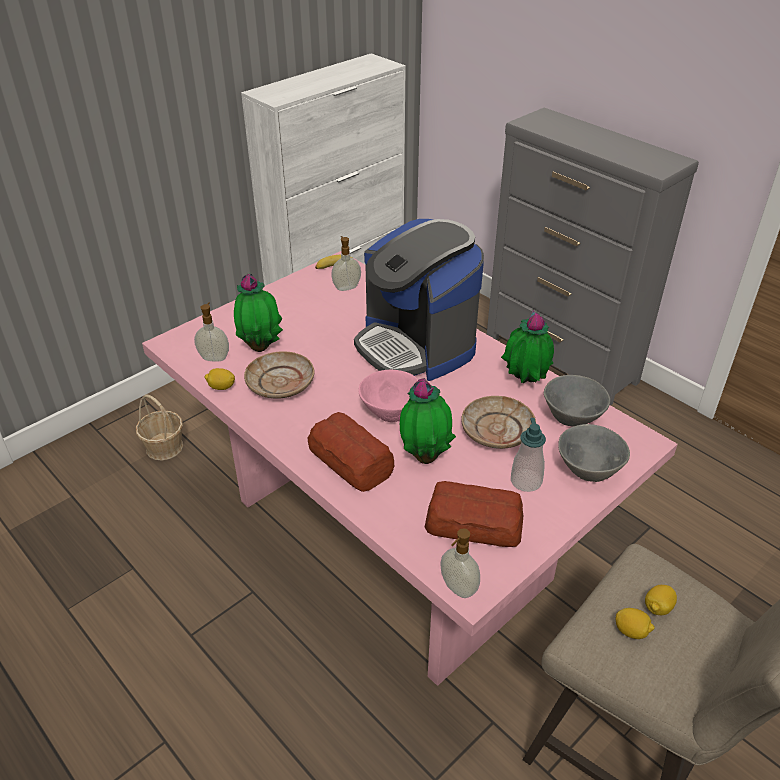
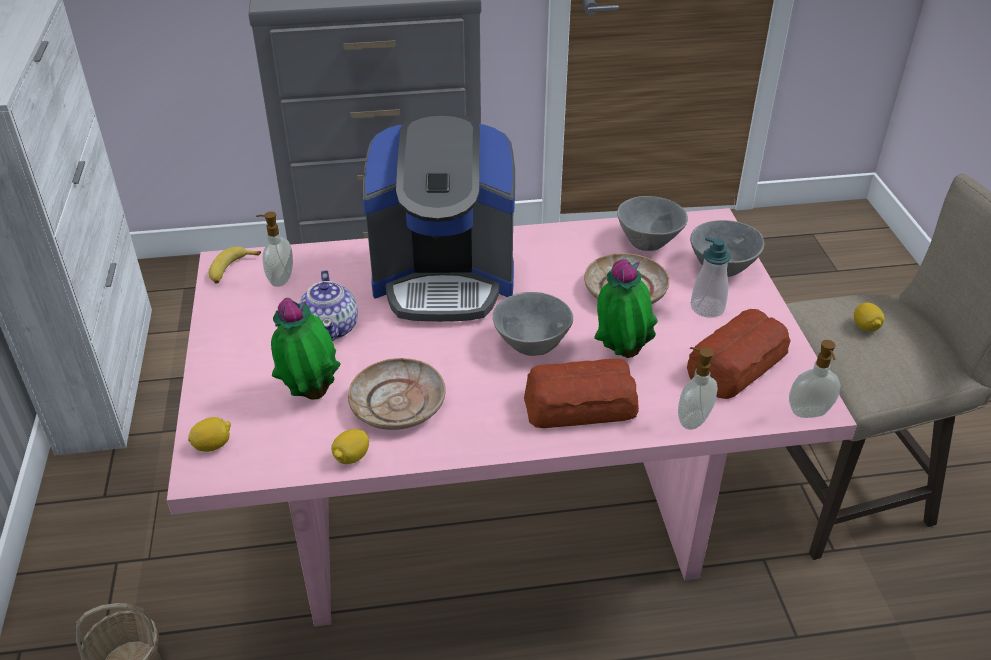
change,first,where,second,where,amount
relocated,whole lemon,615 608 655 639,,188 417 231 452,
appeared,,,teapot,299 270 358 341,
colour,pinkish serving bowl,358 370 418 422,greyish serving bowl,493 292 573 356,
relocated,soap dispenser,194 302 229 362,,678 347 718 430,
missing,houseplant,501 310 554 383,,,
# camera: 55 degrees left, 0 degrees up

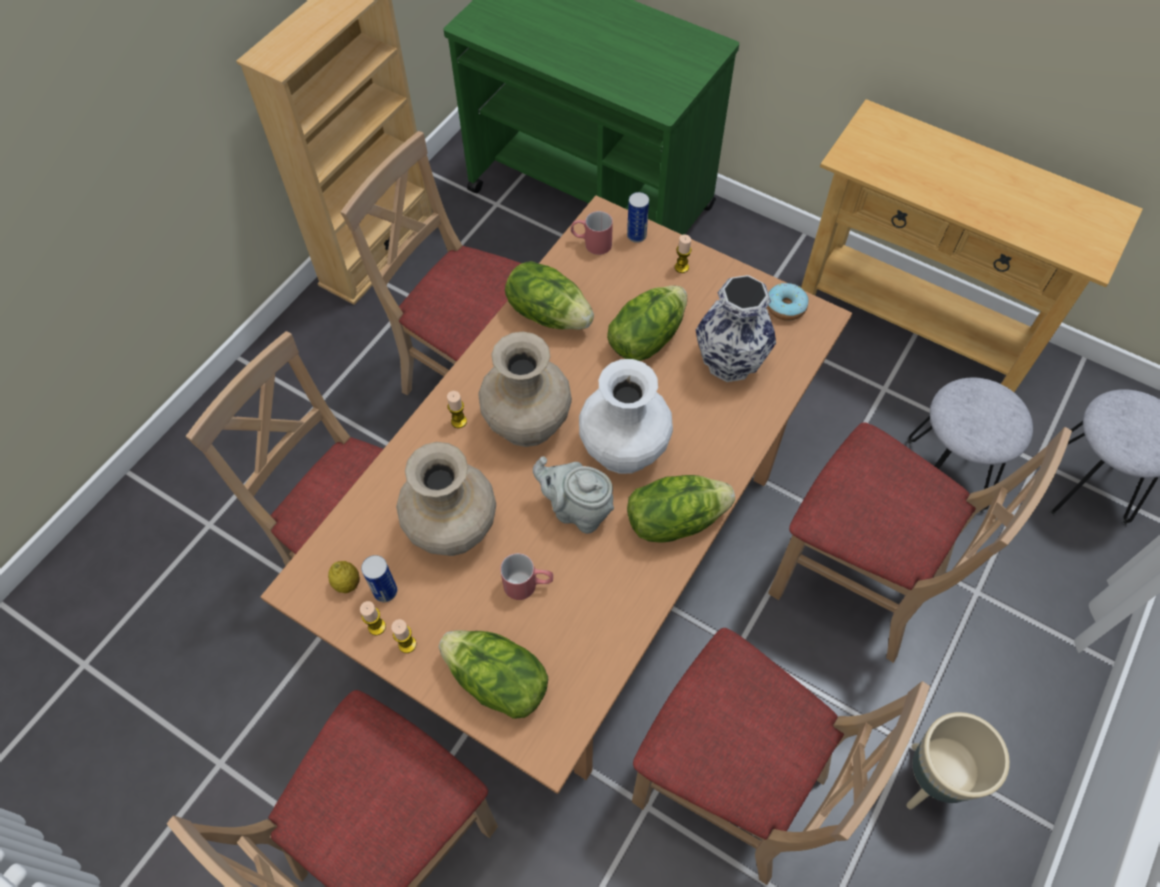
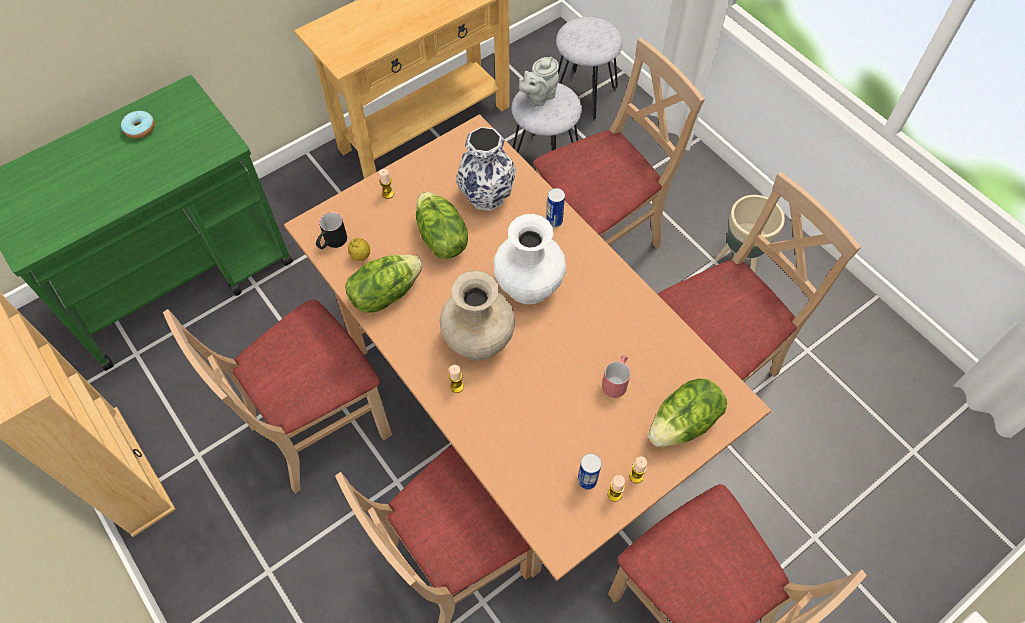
change,first,where,second,where,amount
relocated,ring doughnut,767 283 808 321,,121 111 155 139,
colour,red-coloured tea mug,571 211 613 255,black-coloured tea mug,316 212 347 249,
relocated,whole lemon,328 561 360 593,,348 238 370 261,
relocated,greyish teapot,533 456 614 534,,519 57 559 106,
relocated,sealed can,627 192 649 243,,546 188 565 228,
missing,beige-coloured decorative vase,396 442 496 556,,,
missing,lettuce head,627 475 735 543,,,
# camera: 70 degrees left, 0 degrees up

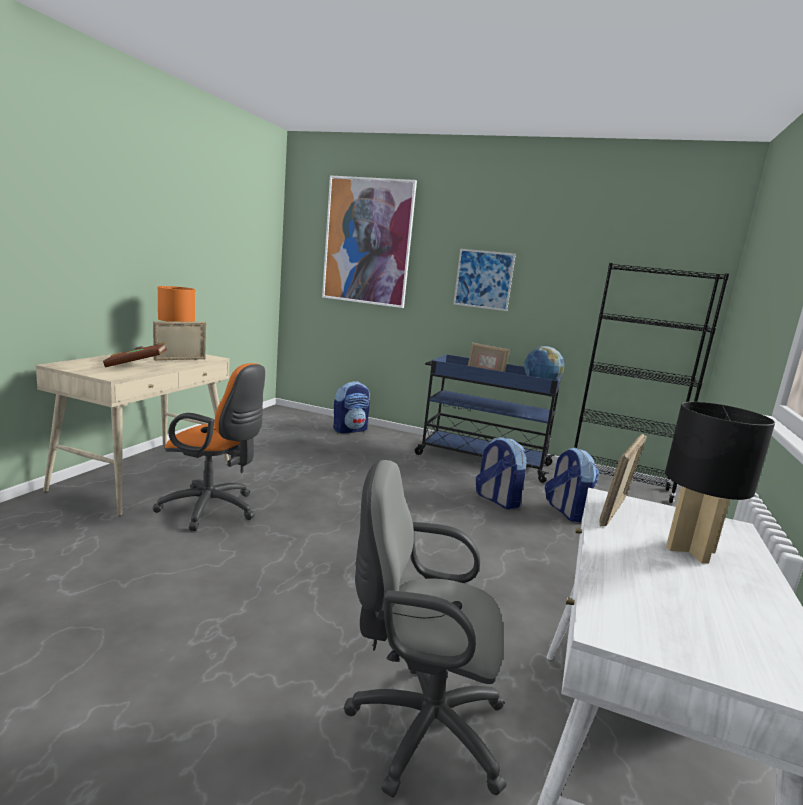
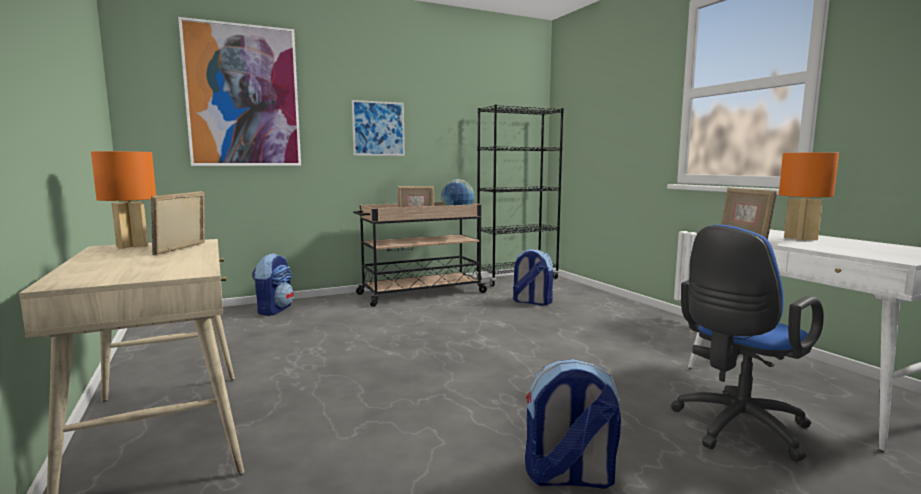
change,first,where,second,where,amount
colour,blue-coloured cart,415 354 561 483,beige-coloured cart,353 202 488 307,
relocated,backpack,476 437 526 509,,525 359 621 489,
colour,greyish desk chair,343 459 507 797,blue-coloured desk chair,671 225 824 462,
colour,black-coloured tabletop lamp,665 402 775 563,orangey tabletop lamp,779 152 839 241,
missing,brown-coloured volume,103 342 167 367,,,
missing,orangey desk chair,153 363 265 531,,,
# camera: 45 degrees left, 5 degrees down

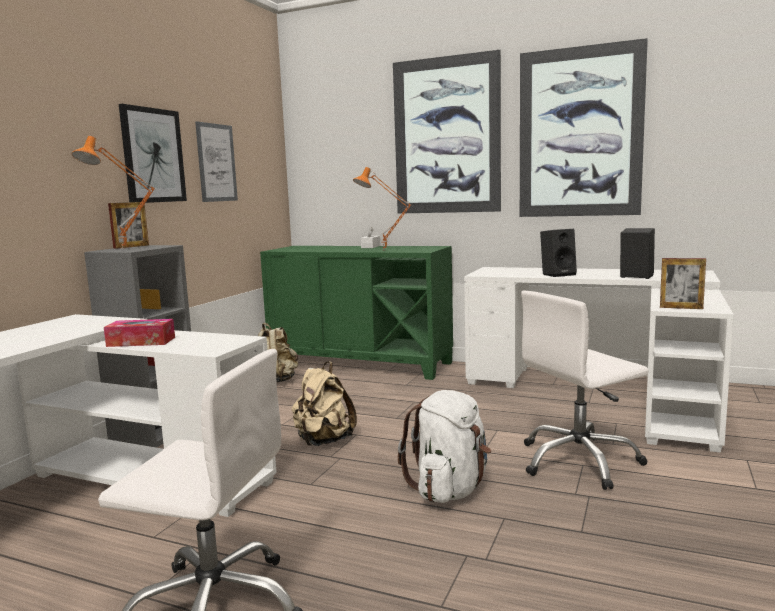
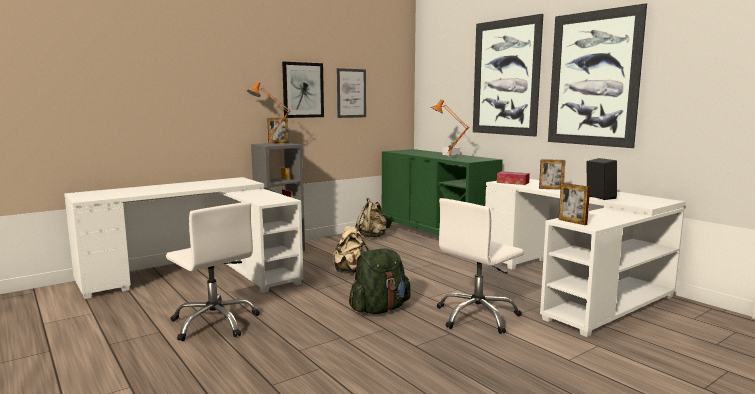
change,first,where,second,where,amount
colour,white backpack,398 390 491 503,greenish backpack,349 248 410 314,
spun,white desk chair,521 290 649 490,,437 198 524 334,45 degrees counterclockwise
relocated,tissue holder,104 319 175 347,,497 171 530 185,
exchanged,black-coloured loudspeaker,540 229 577 277,picture frame,539 159 565 190,
# camera: 30 degrees right, 0 degrees up

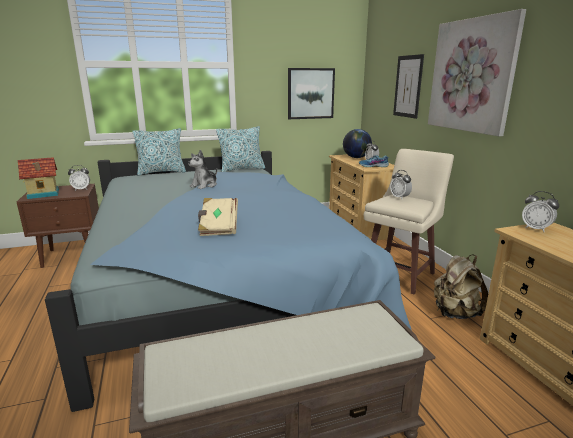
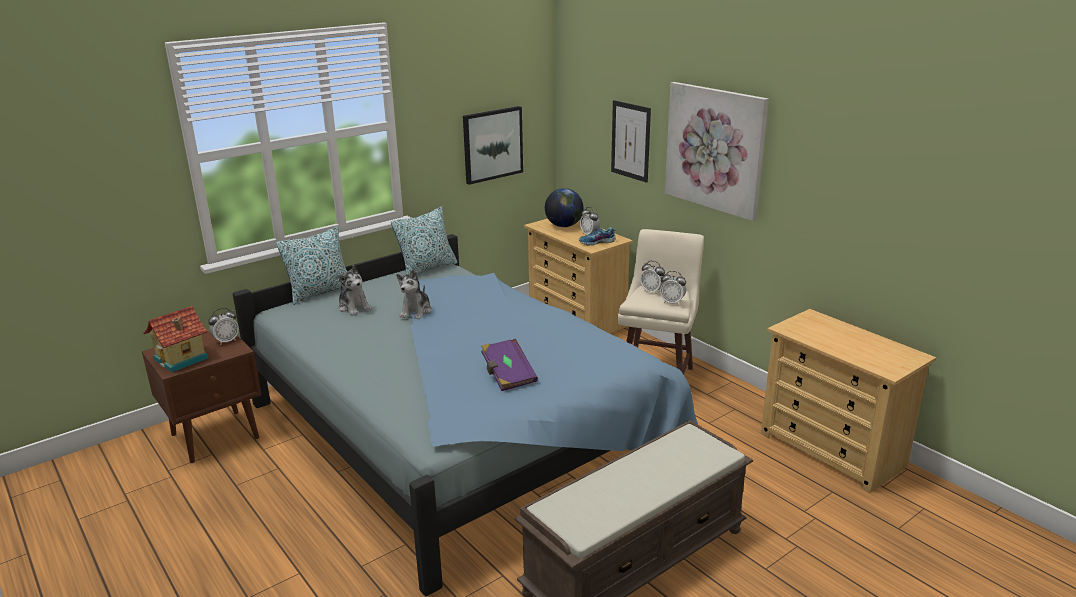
change,first,where,second,where,amount
appeared,,,plush toy,338 265 371 316,
colour,beige-coloured volume,198 198 238 236,purple volume,481 339 538 391,
relocated,alarm clock,522 191 559 232,,660 271 686 305,
missing,beige-coloured backpack,434 255 488 319,,,
# camera: 20 degrees left, 5 degrees up

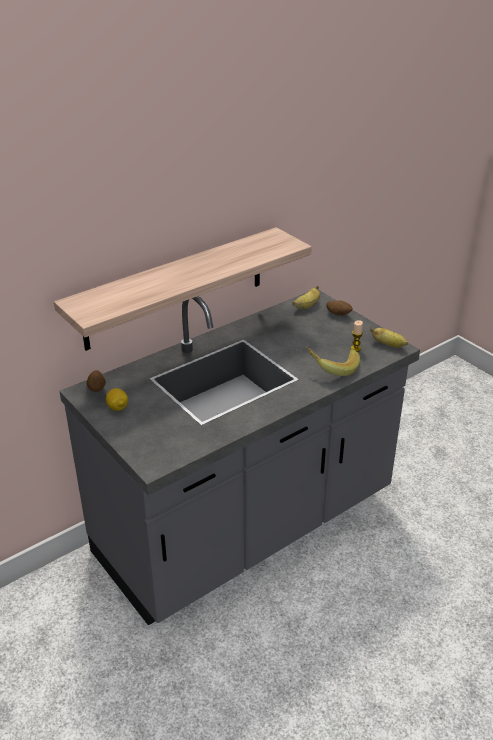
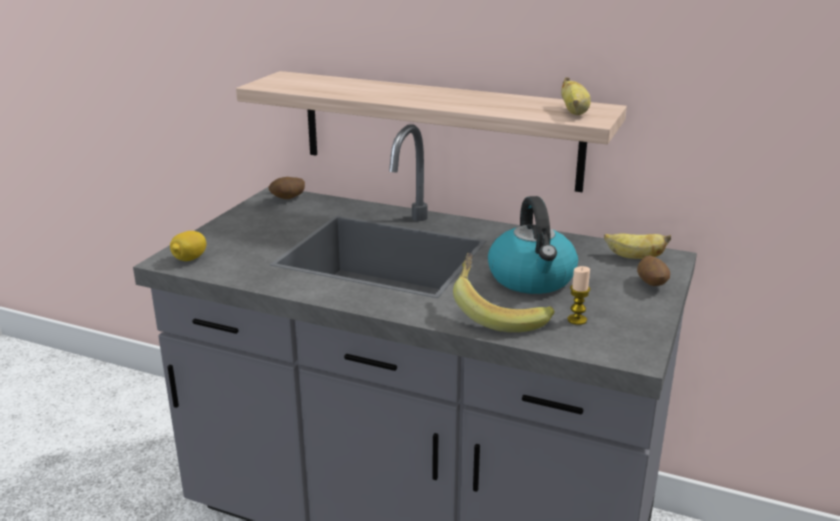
change,first,where,second,where,amount
relocated,whole lemon,106 388 128 411,,170 231 206 261,
appeared,,,kettle,488 196 578 294,
relocated,banana,370 327 408 348,,561 77 591 115,
# camera: 60 degrees right, 10 degrees down

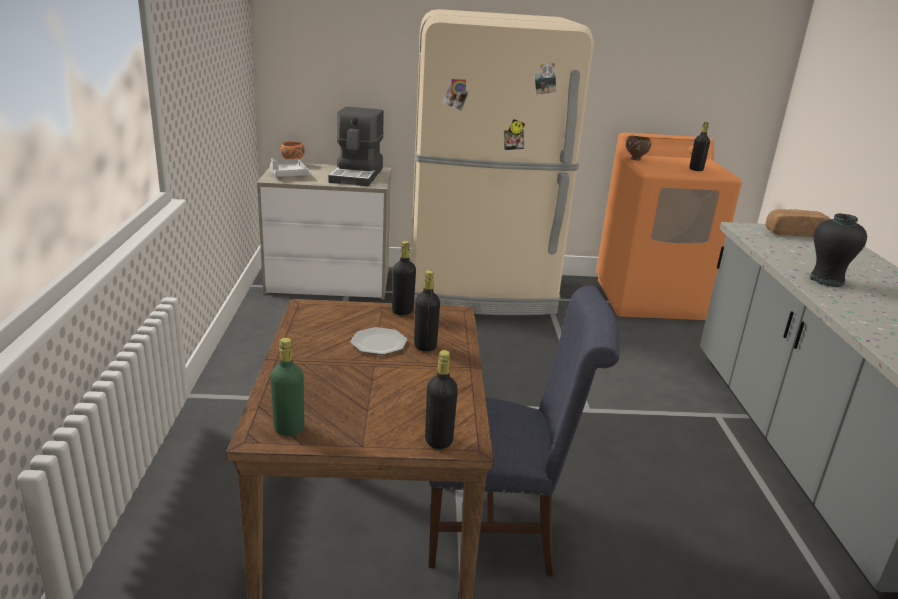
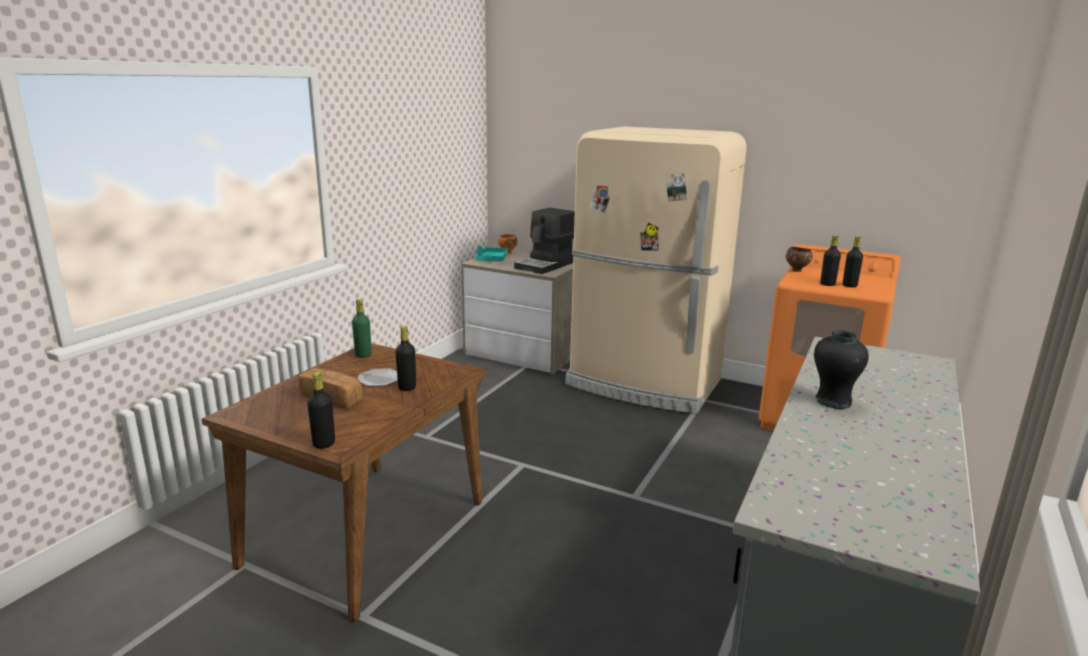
change,first,where,second,where,amount
relocated,bakery bread,766 209 830 237,,298 368 364 409,
relocated,greenish bottle,270 338 304 436,,352 299 372 358,
colour,greyish carrying tray,270 158 309 177,turquoise-coloured carrying tray,476 246 508 261,
relocated,black-coloured bottle,392 241 416 315,,820 235 841 286,
missing,blue-coloured chair,429 286 620 577,,,
# camera: 30 degrees right, 5 degrees down

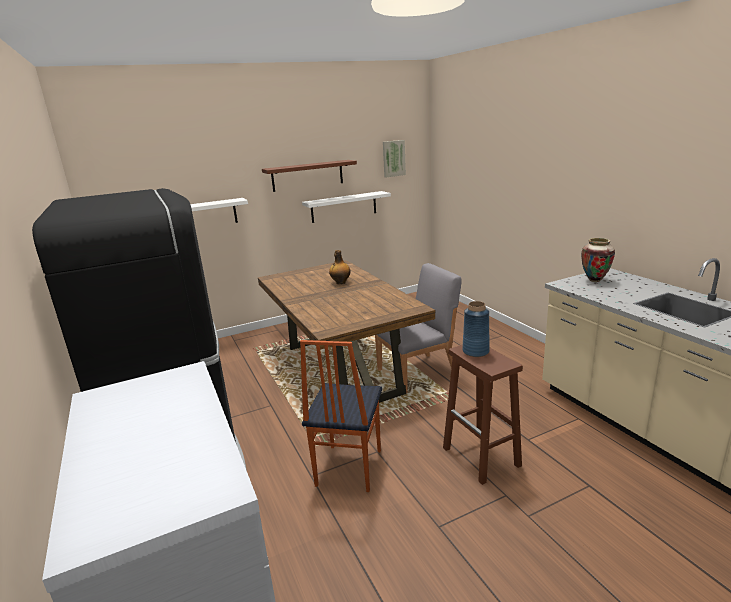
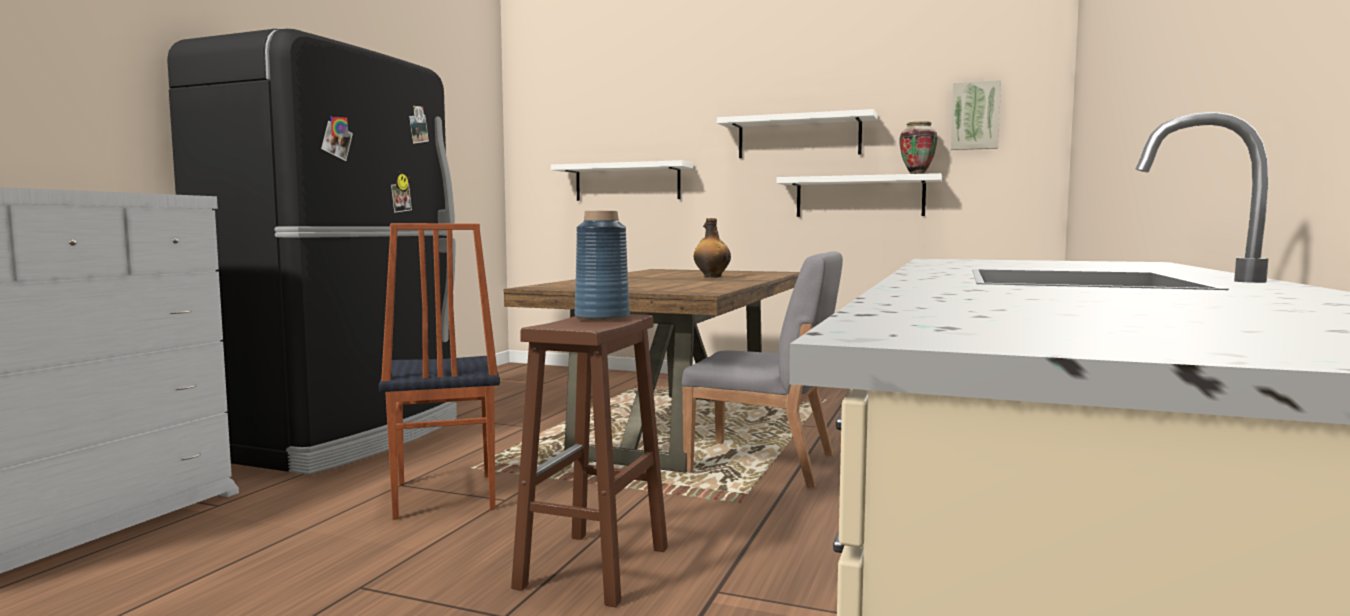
change,first,where,second,where,amount
spun,chair,300 340 382 492,,379 223 500 520,75 degrees counterclockwise
colour,brown-coloured wall shelf,262 160 357 192,white wall shelf,717 109 877 158,
relocated,decorative vase,581 238 615 282,,899 121 938 174,
# camera: 45 degrees right, 15 degrees down

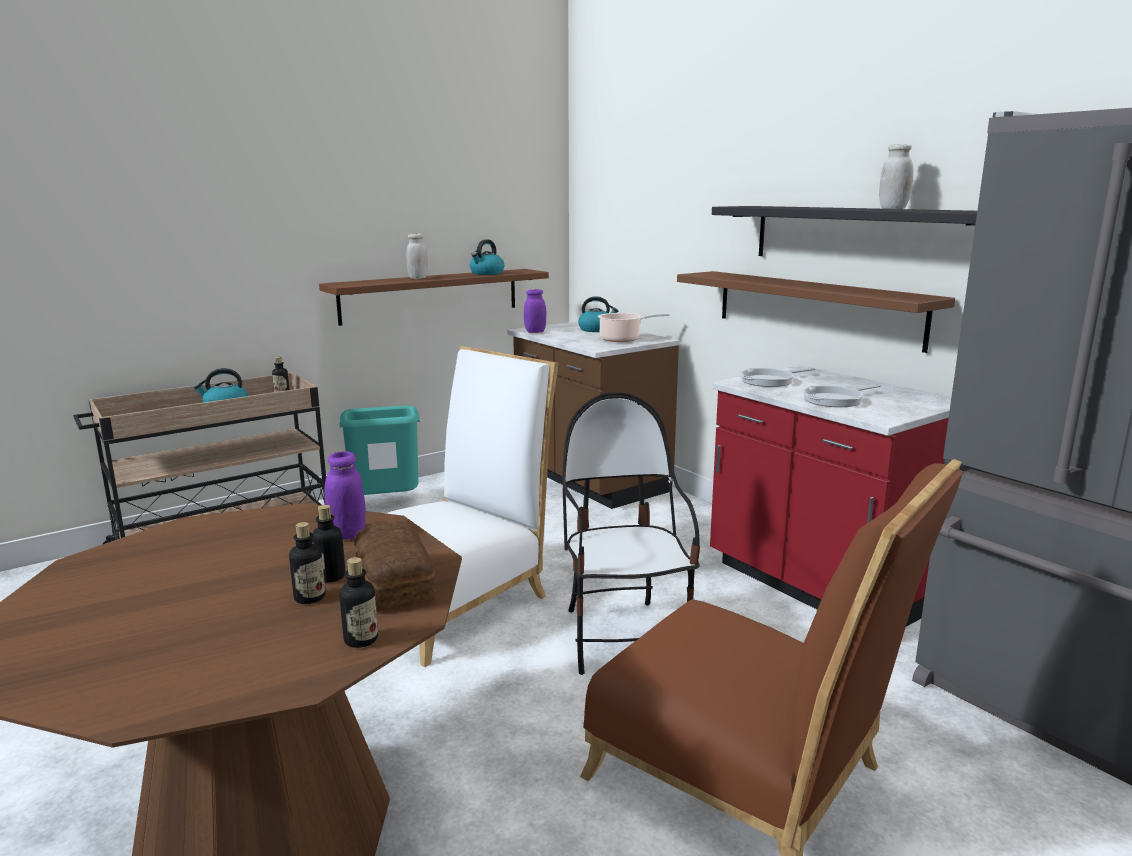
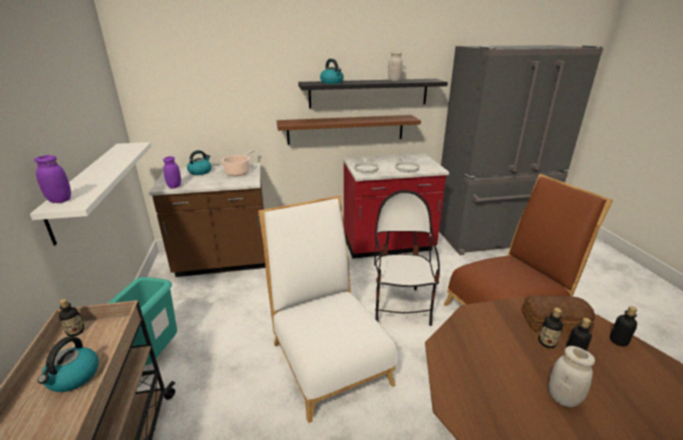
change,first,where,second,where,amount
colour,brown-coloured wall shelf,319 269 549 326,white wall shelf,30 142 152 245,
relocated,purple preserve jar,324 451 366 539,,34 155 71 203,
relocated,kettle,470 240 504 275,,320 59 344 84,
spun,chair,562 392 700 675,,374 190 440 326,75 degrees clockwise
relocated,white preserve jar,406 233 428 279,,549 346 595 407,
# camera: 65 degrees left, 10 degrees up

